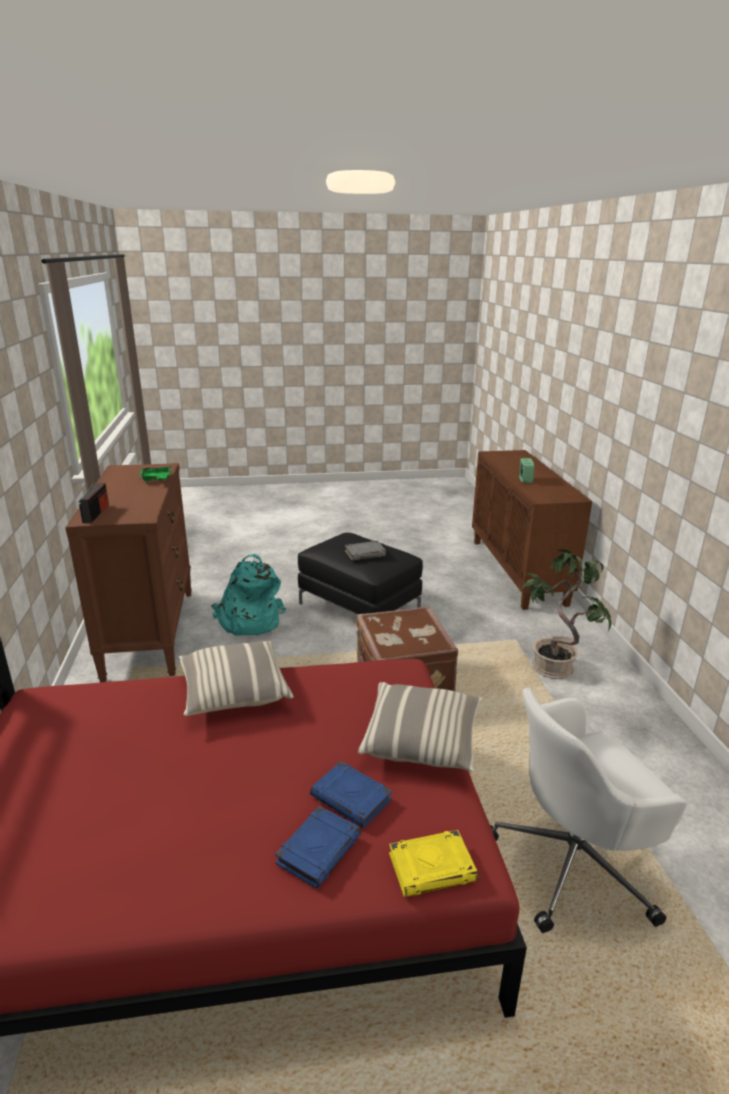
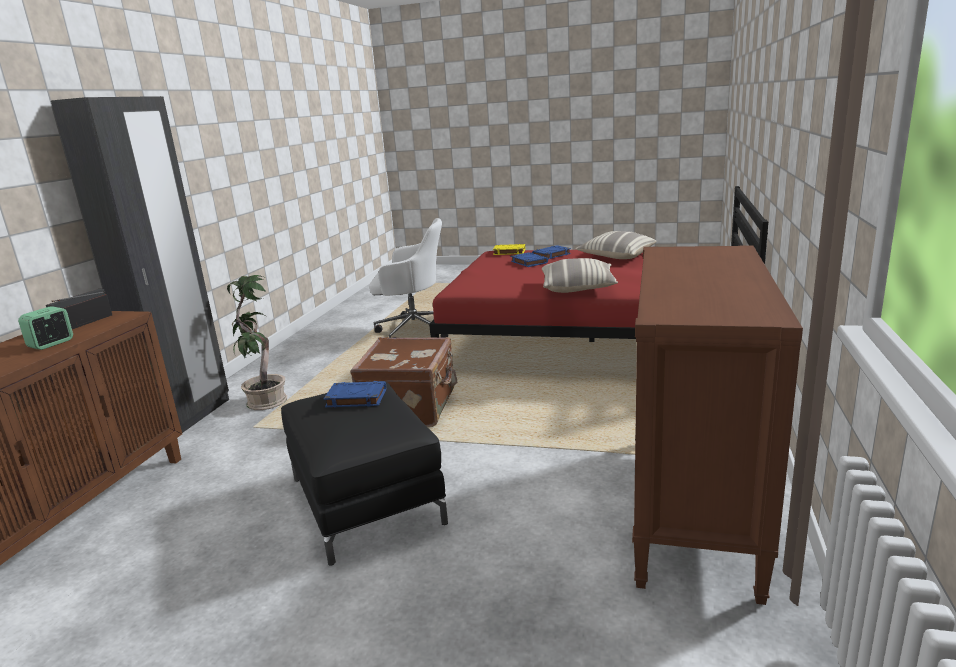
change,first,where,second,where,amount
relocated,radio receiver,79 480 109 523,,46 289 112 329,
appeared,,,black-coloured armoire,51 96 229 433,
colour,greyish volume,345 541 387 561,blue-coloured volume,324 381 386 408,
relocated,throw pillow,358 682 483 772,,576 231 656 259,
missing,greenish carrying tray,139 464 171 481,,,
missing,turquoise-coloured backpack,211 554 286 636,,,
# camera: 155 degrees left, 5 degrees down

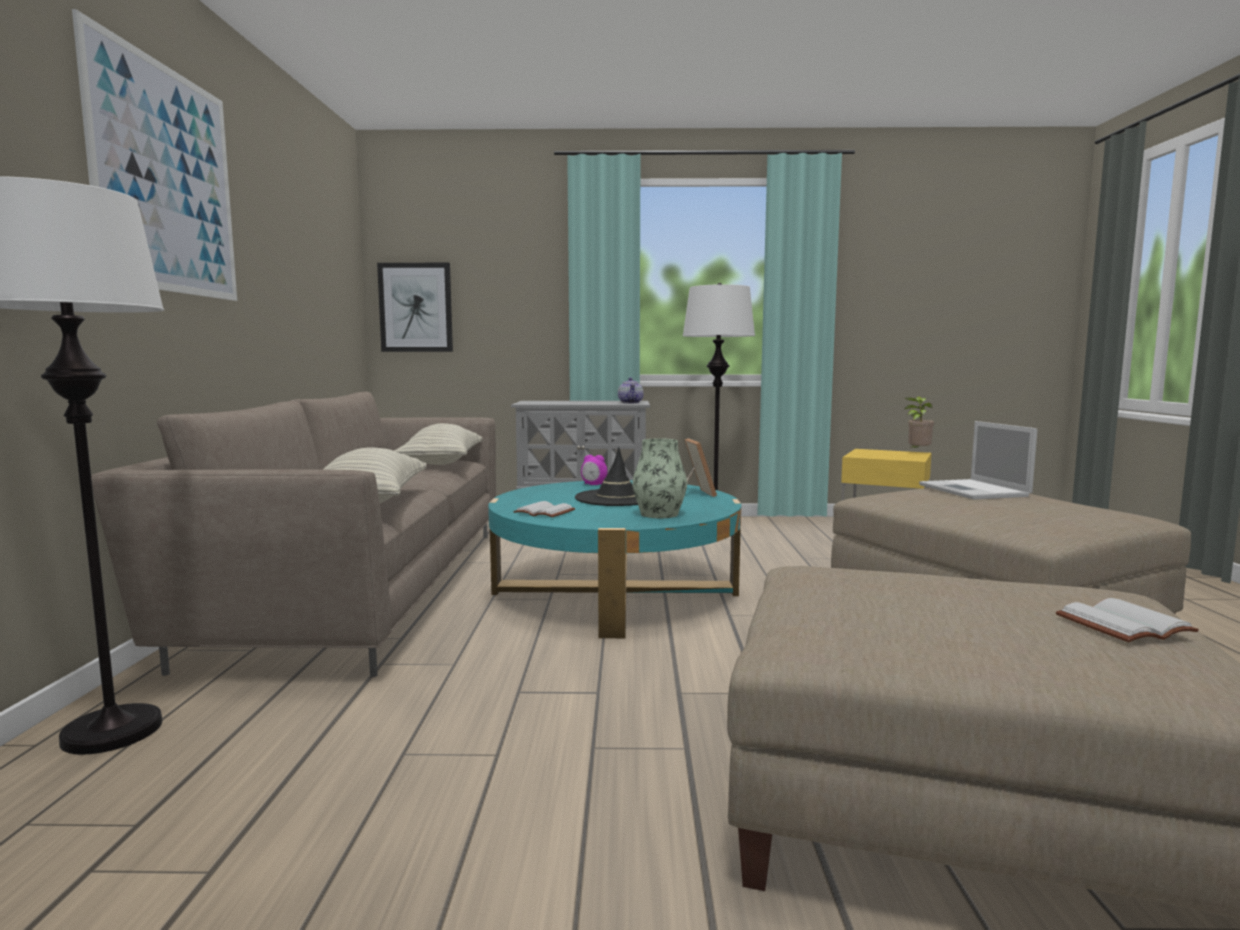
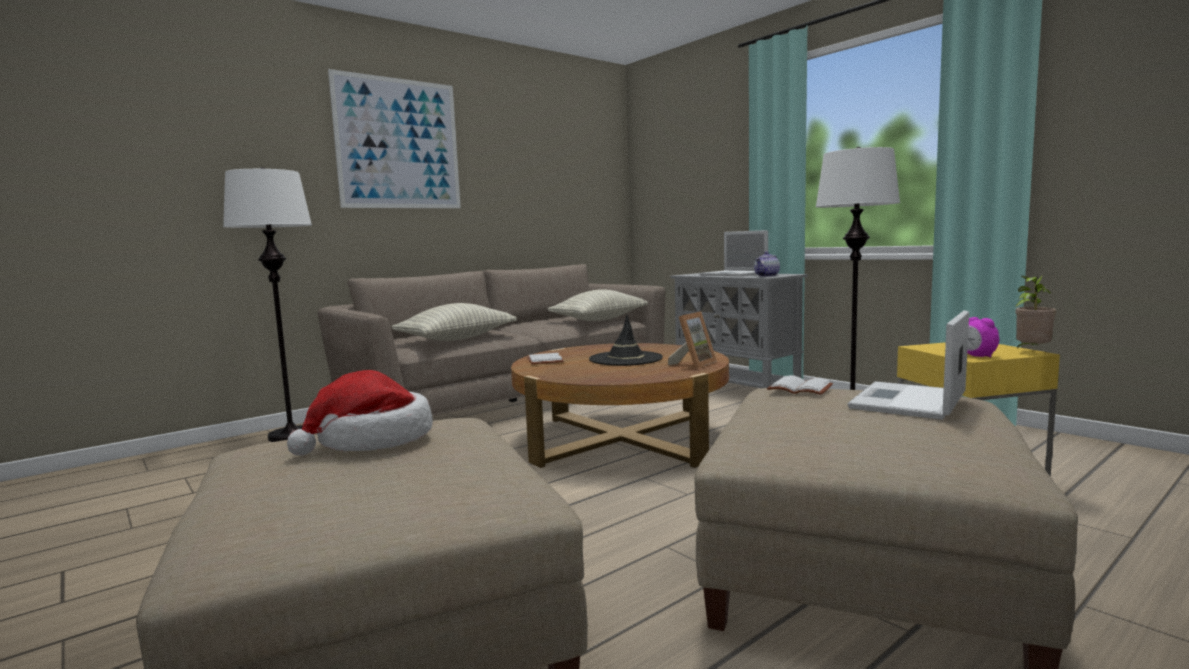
change,first,where,second,where,amount
appeared,,,clothing hat,287 370 433 456,
colour,turquoise-coloured lounge table,488 480 741 638,brown-coloured lounge table,511 343 729 468,
appeared,,,portable computer,699 230 768 277,
relocated,white volume,1056 598 1199 642,,767 375 833 395,
relocated,alarm clock,581 455 607 485,,967 317 999 358,
missing,wall picture,377 263 453 352,,,
missing,decorative vase,632 438 687 518,,,
# camera: 50 degrees right, 0 degrees up

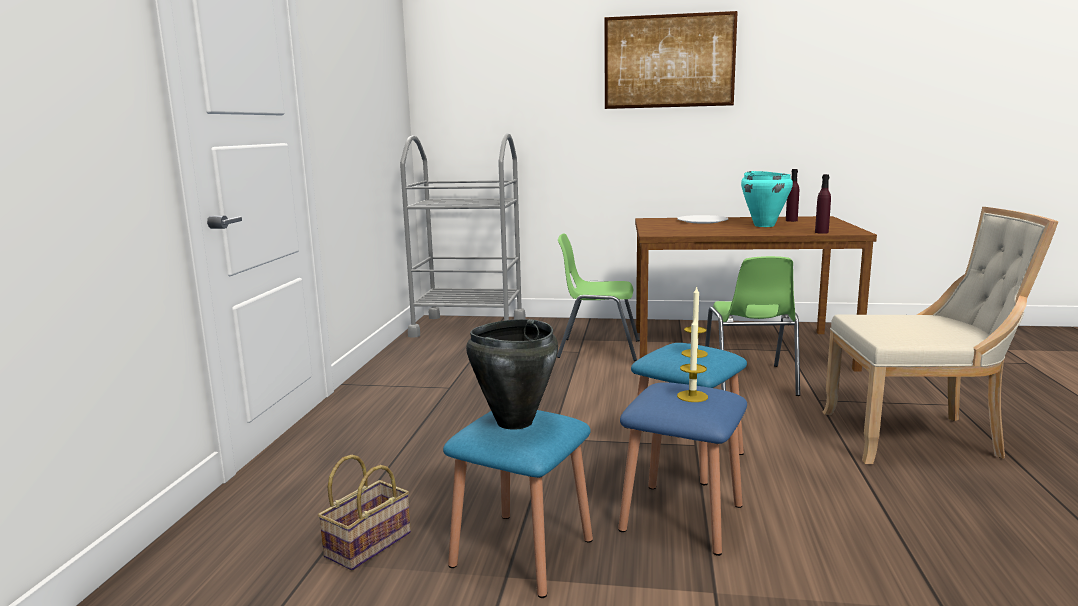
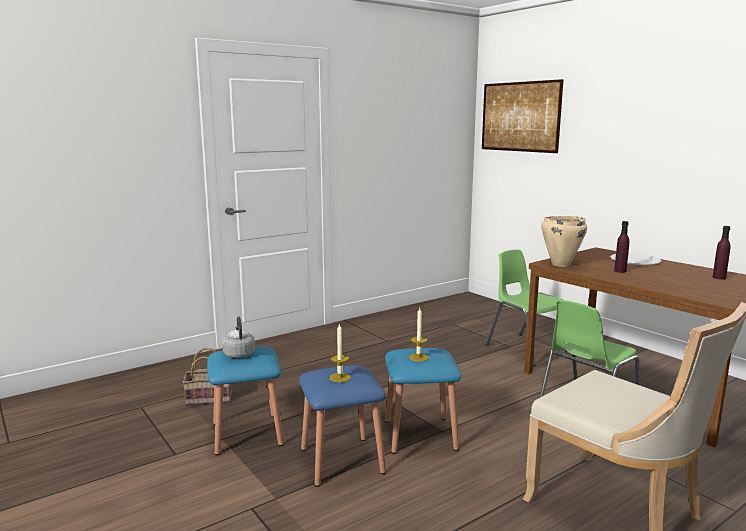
change,first,where,second,where,amount
exchanged,black-coloured stockpot,466 319 558 430,greyish kettle,223 316 255 358,
relocated,wall picture,605 11 738 109,,482 79 563 153,
appeared,,,beige-coloured stockpot,541 216 587 267,
relocated,purple bottle,815 174 831 234,,614 221 629 273,
missing,greyish cart,400 133 526 338,,,
missing,turquoise-coloured stockpot,741 171 793 227,,,
# camera: 45 degrees right, 0 degrees up

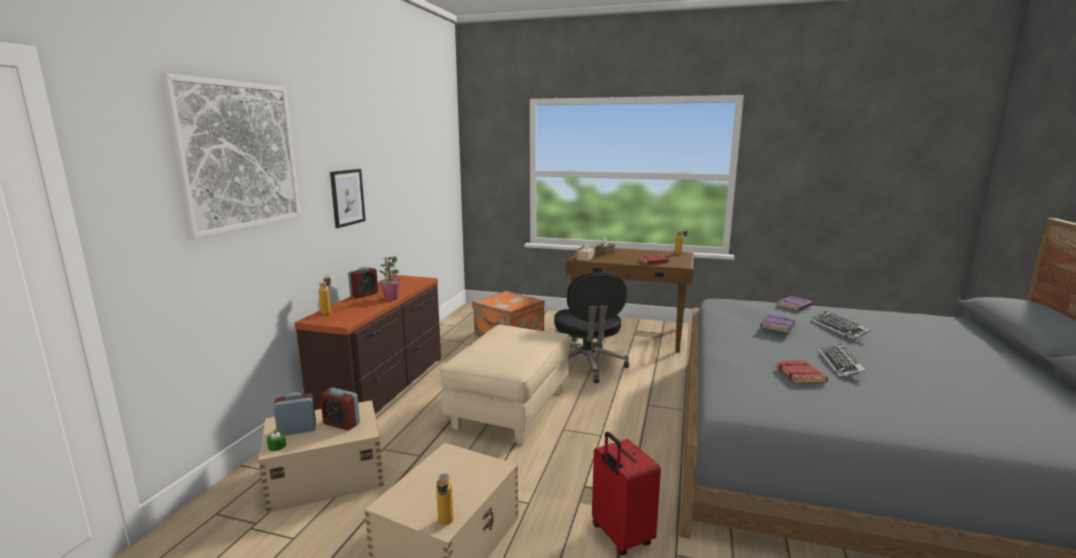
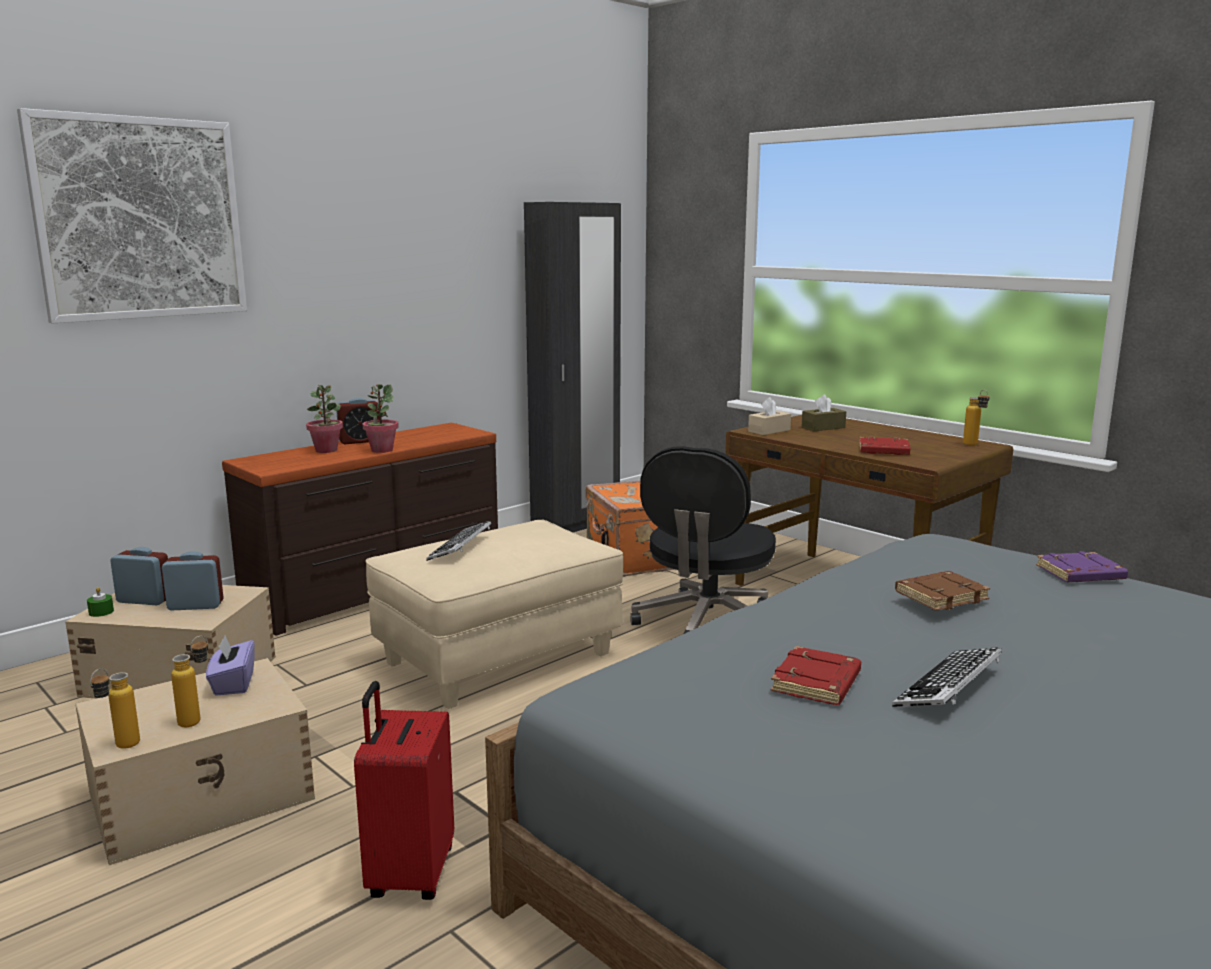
change,first,where,second,where,amount
spun,alarm clock,320 388 360 430,,162 551 224 611,120 degrees clockwise
relocated,bottle,318 274 331 315,,171 636 208 727,
appeared,,,purple tissue holder,206 636 255 696,
appeared,,,houseplant,306 385 343 453,
relocated,keyboard,810 311 871 340,,426 521 491 561,
appeared,,,black-coloured armoire,524 202 621 532,
colour,purple volume,760 314 795 333,brown-coloured volume,895 571 990 611,
missing,wall picture,330 169 366 228,,,
# camera: 30 degrees right, 0 degrees up

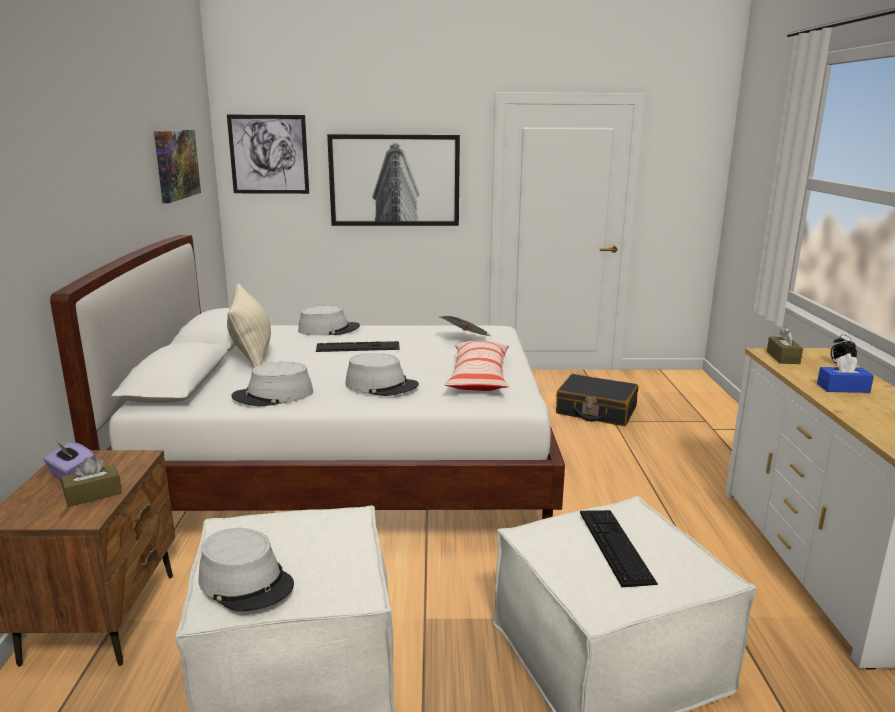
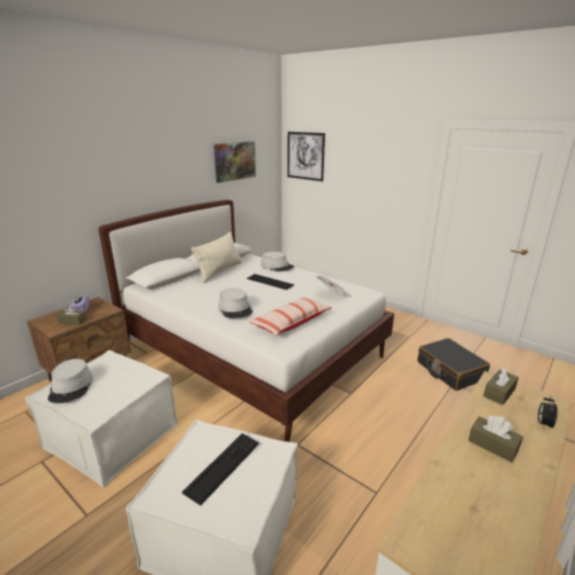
change,first,where,second,where,amount
colour,blue-coloured tissue holder,817 353 874 393,brown-coloured tissue holder,468 415 523 463,
missing,greyish clothing hat,232 362 313 406,,,
missing,wall picture,327 134 460 226,,,
# camera: 40 degrees right, 5 degrees up

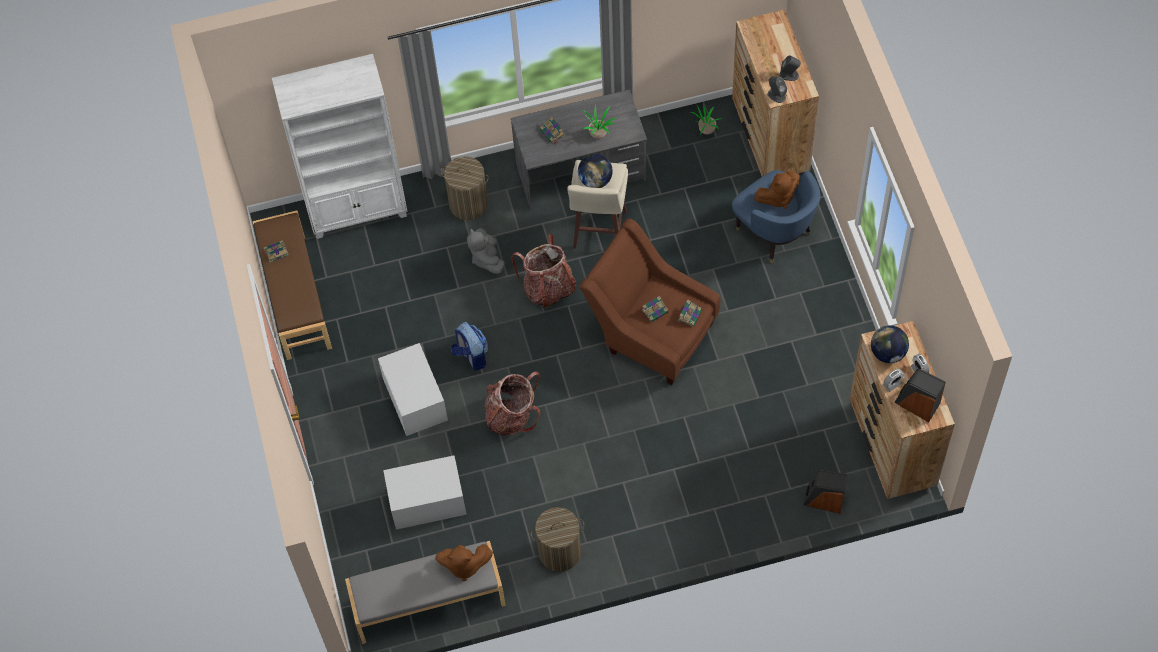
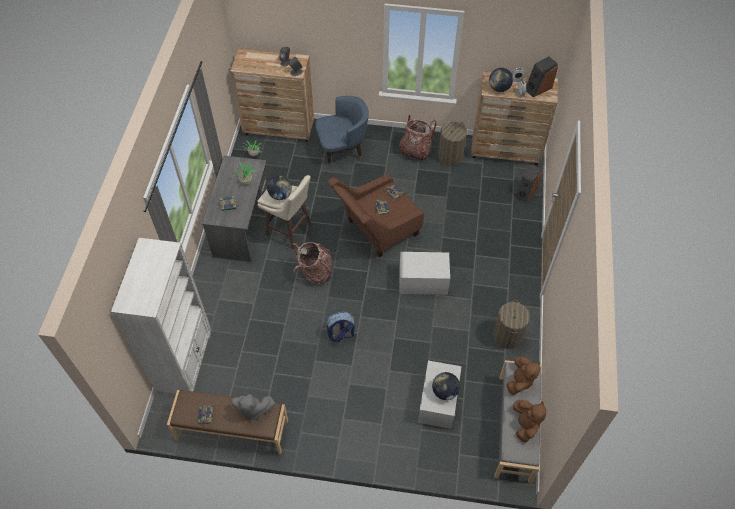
change,first,where,second,where,amount
relocated,greyish plush toy,467 228 505 274,,231 394 275 422,
relocated,backpack,485 372 540 436,,399 114 437 161,
relocated,white storage box,378 343 448 436,,399 252 450 295,
appeared,,,desk globe,432 372 460 400,
relocated,washing basket,440 156 489 220,,438 122 467 166,
relocated,brown-coloured plush toy,754 170 800 209,,513 400 546 443,
# camera: 70 degrees left, 5 degrees down

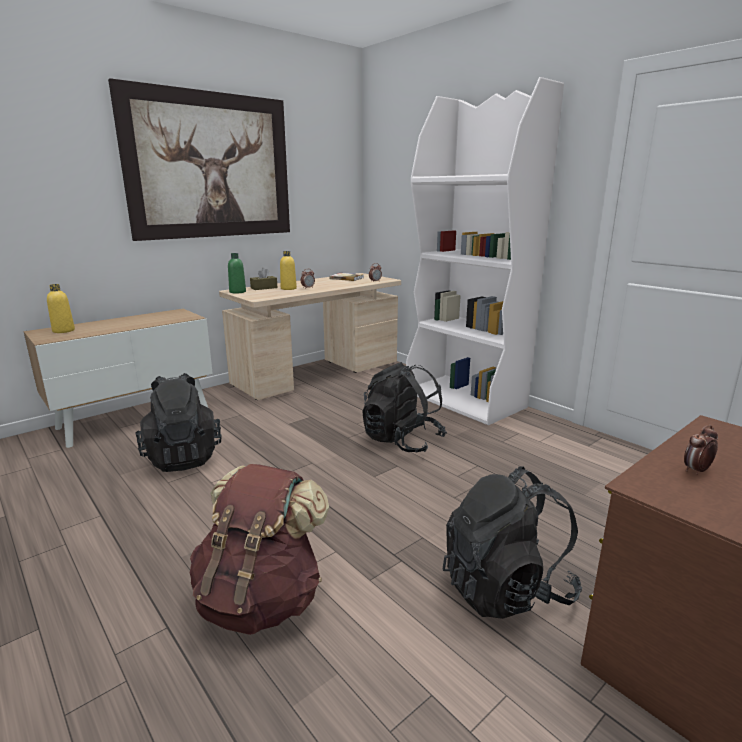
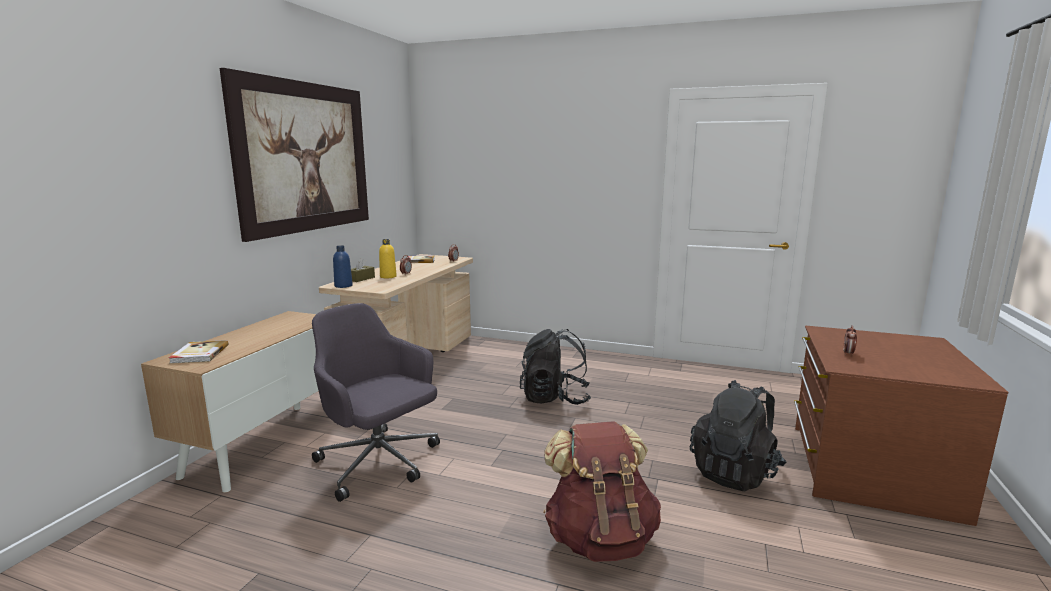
change,first,where,second,where,amount
exchanged,yellowish bottle,47 284 75 333,volume,169 340 228 364,
exchanged,black-coloured backpack,135 373 222 472,greyish desk chair,312 303 440 502,
colour,greenish bottle,228 253 246 293,blue-coloured bottle,333 246 353 288,
missing,white shelving unit,406 77 564 425,,,
# camera: 30 degrees left, 5 degrees down

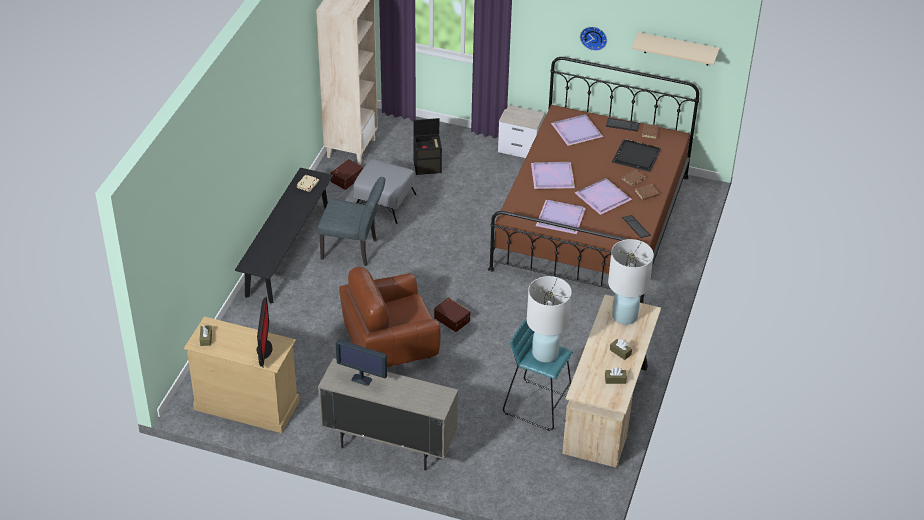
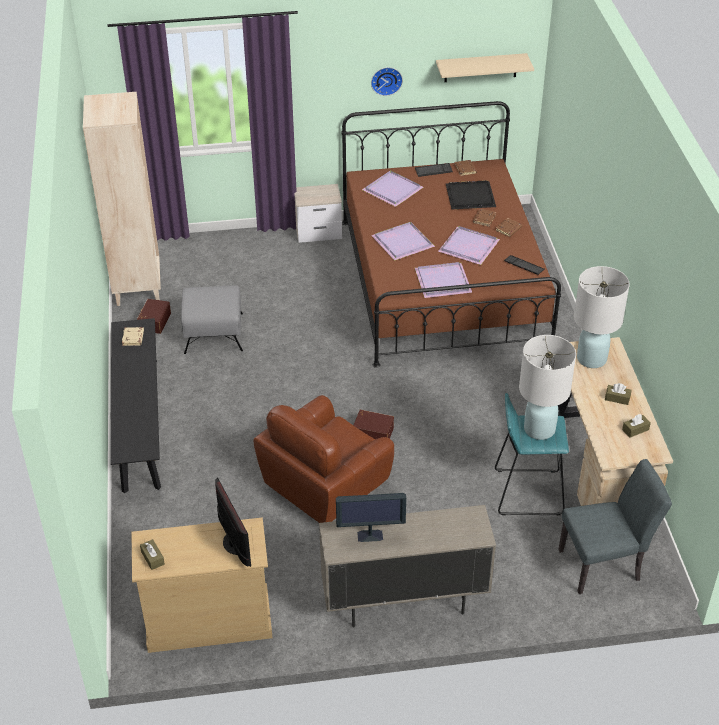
change,first,where,second,where,amount
relocated,greyish chair,318 177 385 266,,558 459 672 594,
missing,black-coloured storage box,413 118 442 175,,,
# camera: 25 degrees left, 0 degrees up

